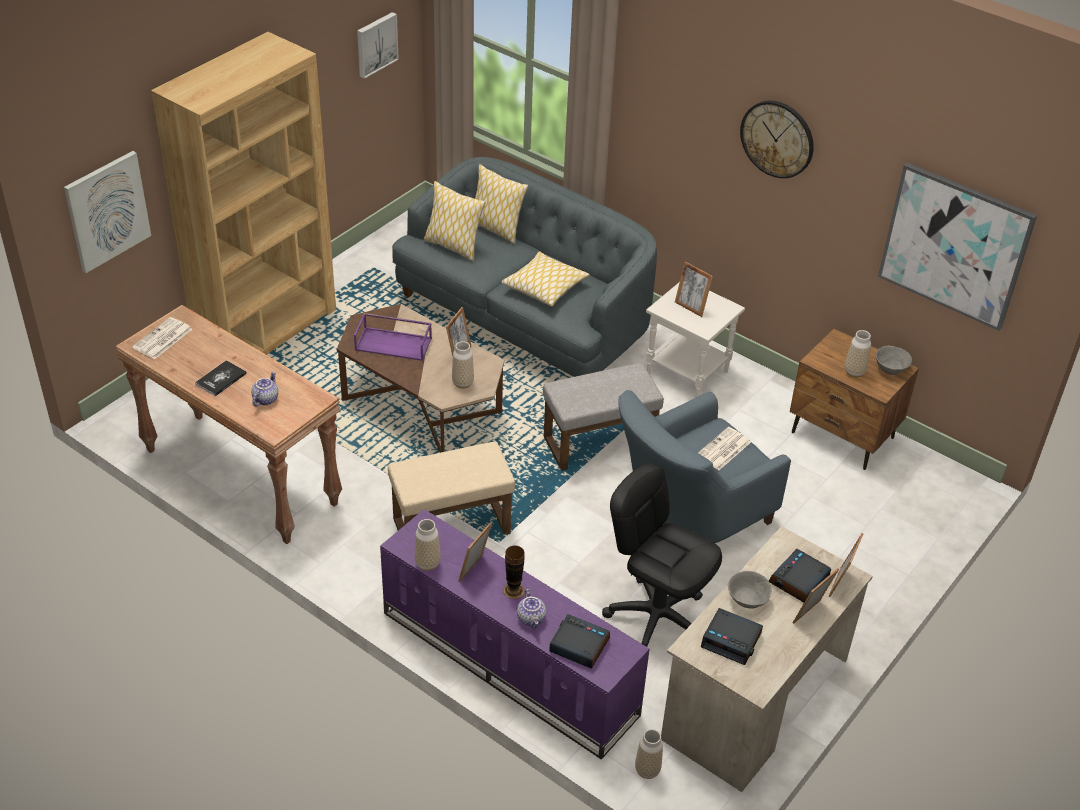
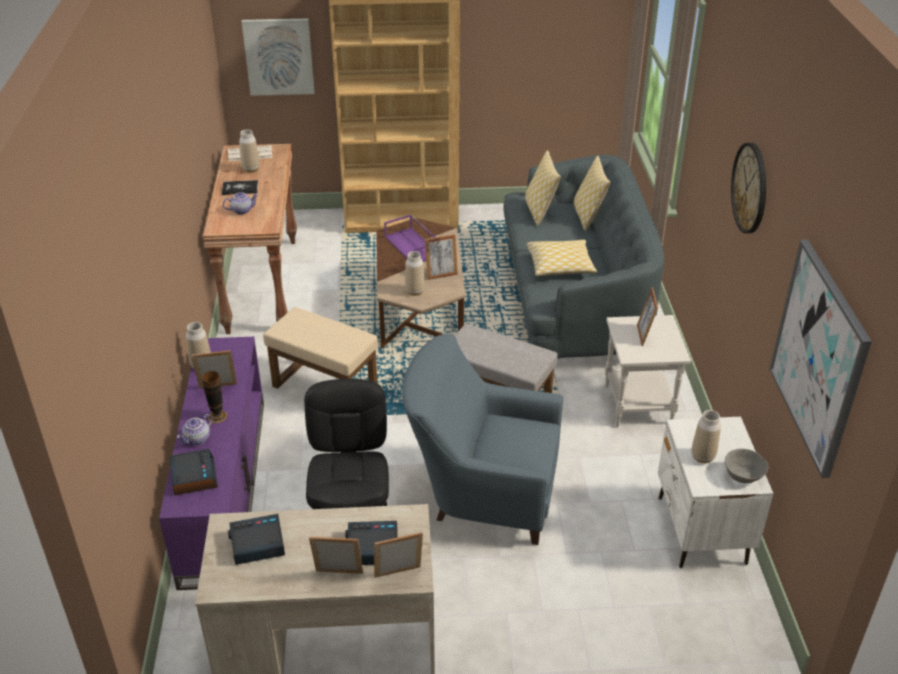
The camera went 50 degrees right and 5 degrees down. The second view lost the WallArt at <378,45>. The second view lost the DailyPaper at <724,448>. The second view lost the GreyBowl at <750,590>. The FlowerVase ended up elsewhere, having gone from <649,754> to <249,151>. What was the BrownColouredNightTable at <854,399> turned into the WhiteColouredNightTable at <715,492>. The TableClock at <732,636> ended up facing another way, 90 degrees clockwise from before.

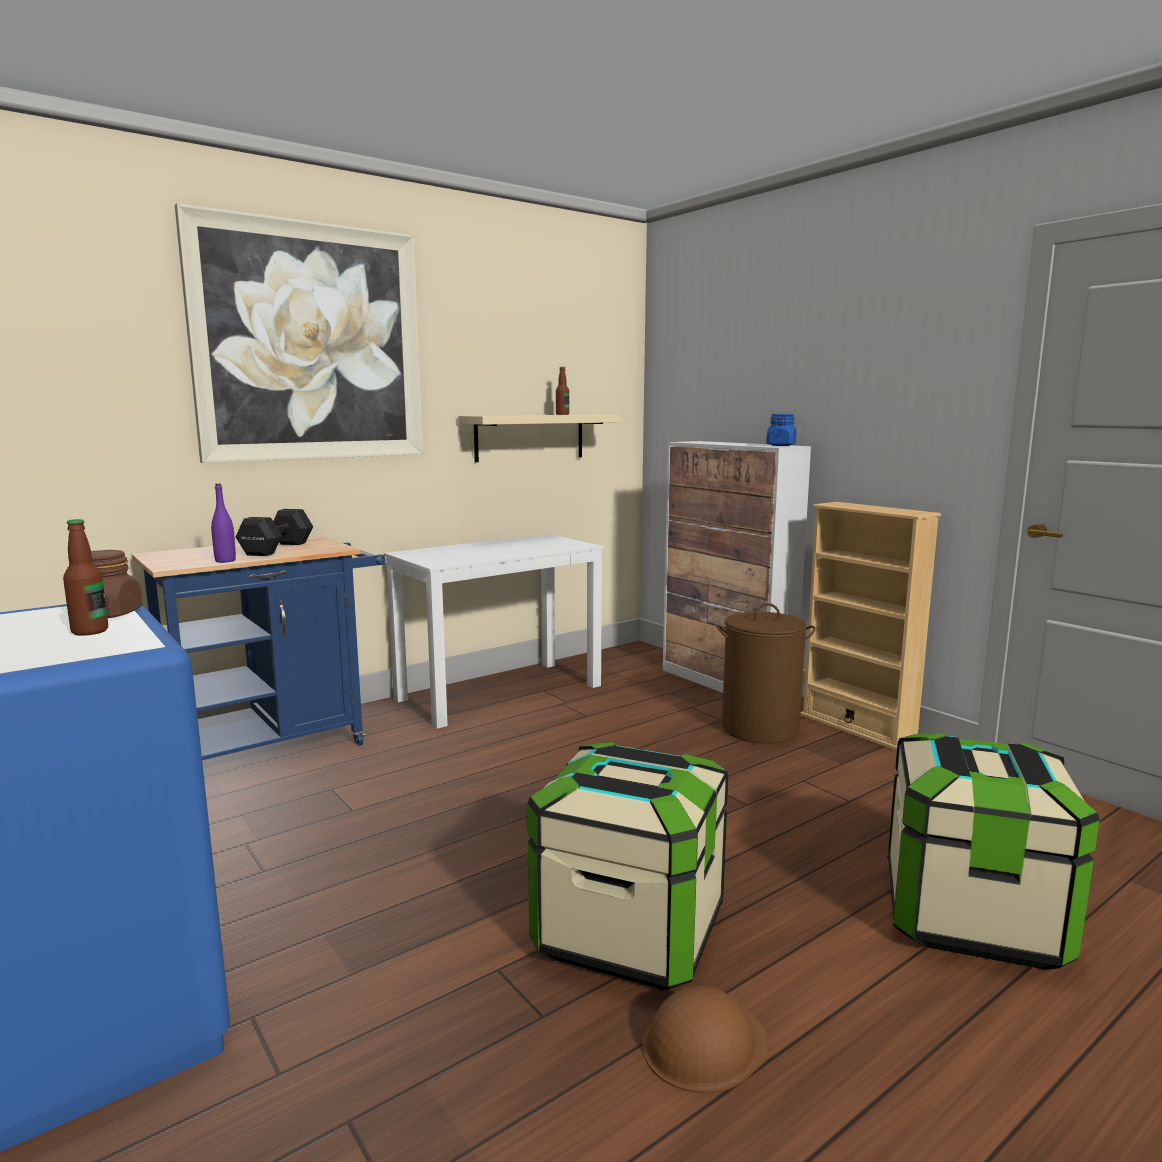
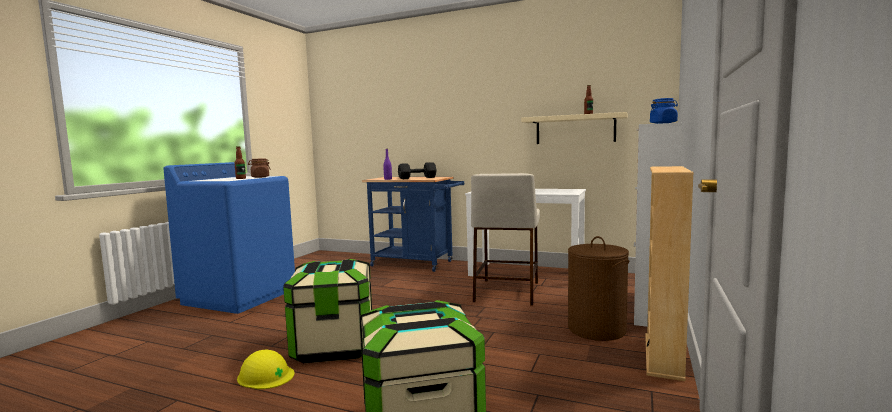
The camera went 60 degrees right and 5 degrees down. The second view lost the WallArt at <299,333>. The second view gained the BeigeColouredStool at <505,239>. What was the BrownColouredSafetyHelmet at <706,1039> turned into the YellowSafetyHelmet at <266,369>.

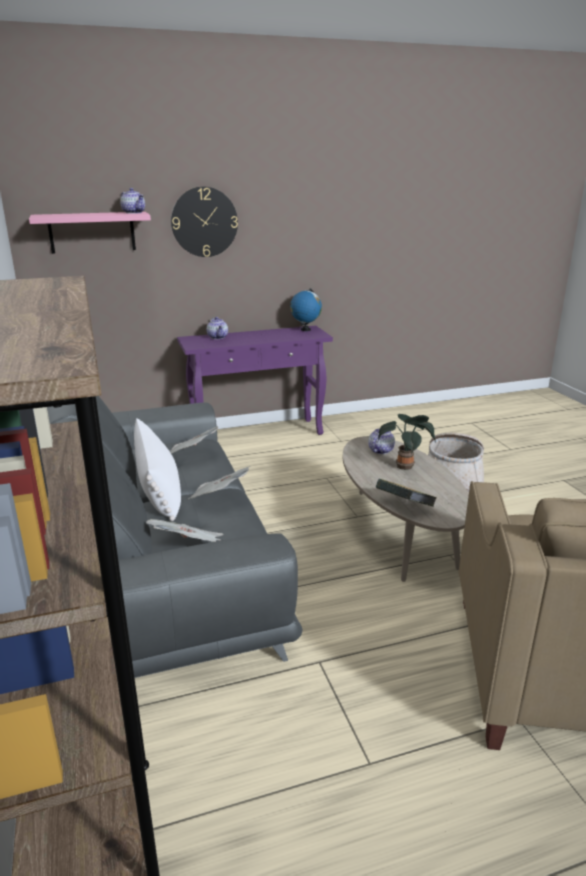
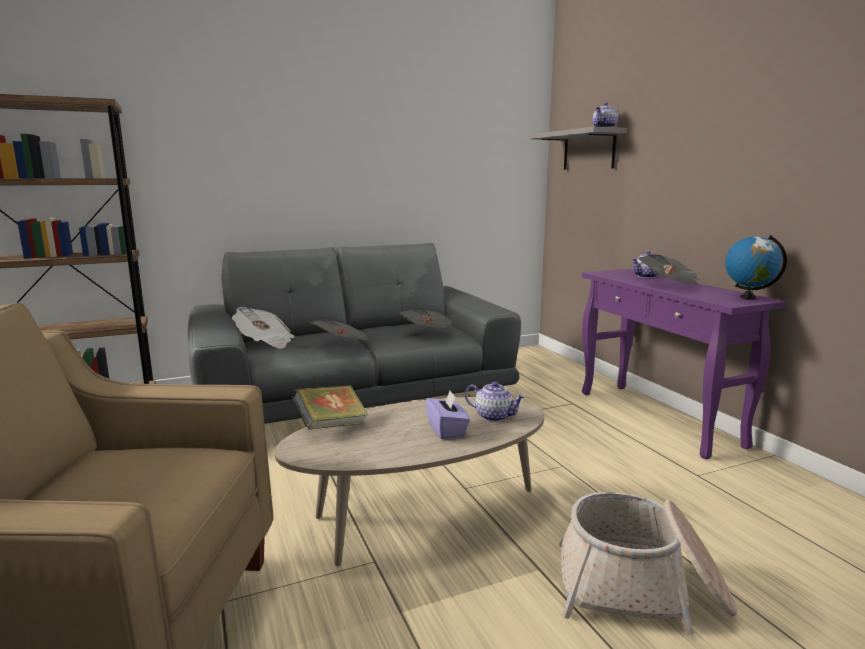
The camera went 85 degrees right and 10 degrees down. The second view lost the WhiteColouredPillow at <157,469>. The second view lost the HangingClock at <204,222>. The second view gained the DailyPaper at <669,269>. Where the Houseplant stood at <407,442>, the PurpleTissueHolder came to stand at <448,415>. What was the PinkColouredWallShelf at <90,233> turned into the GreyWallShelf at <578,148>.

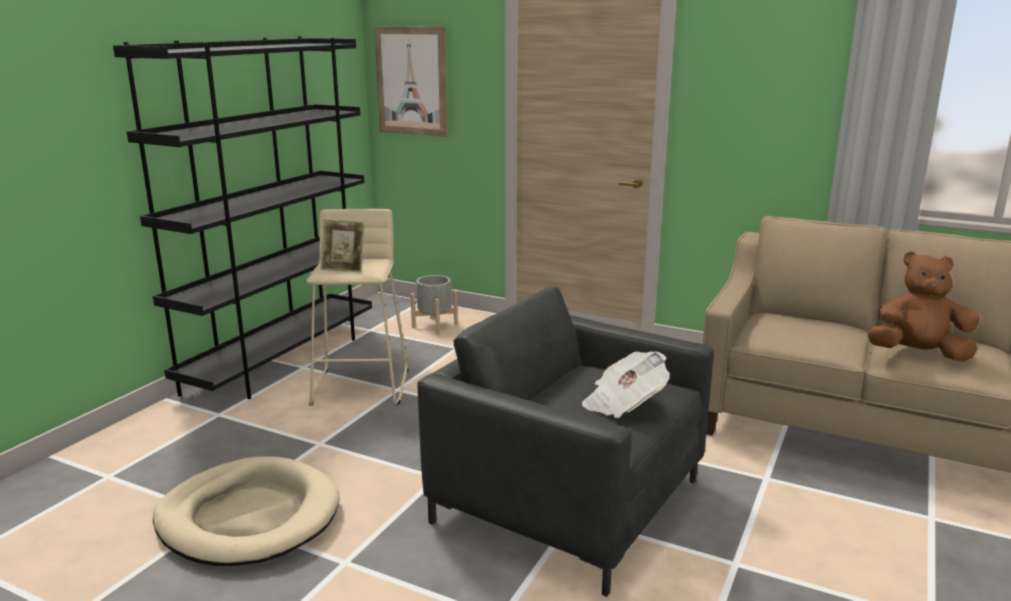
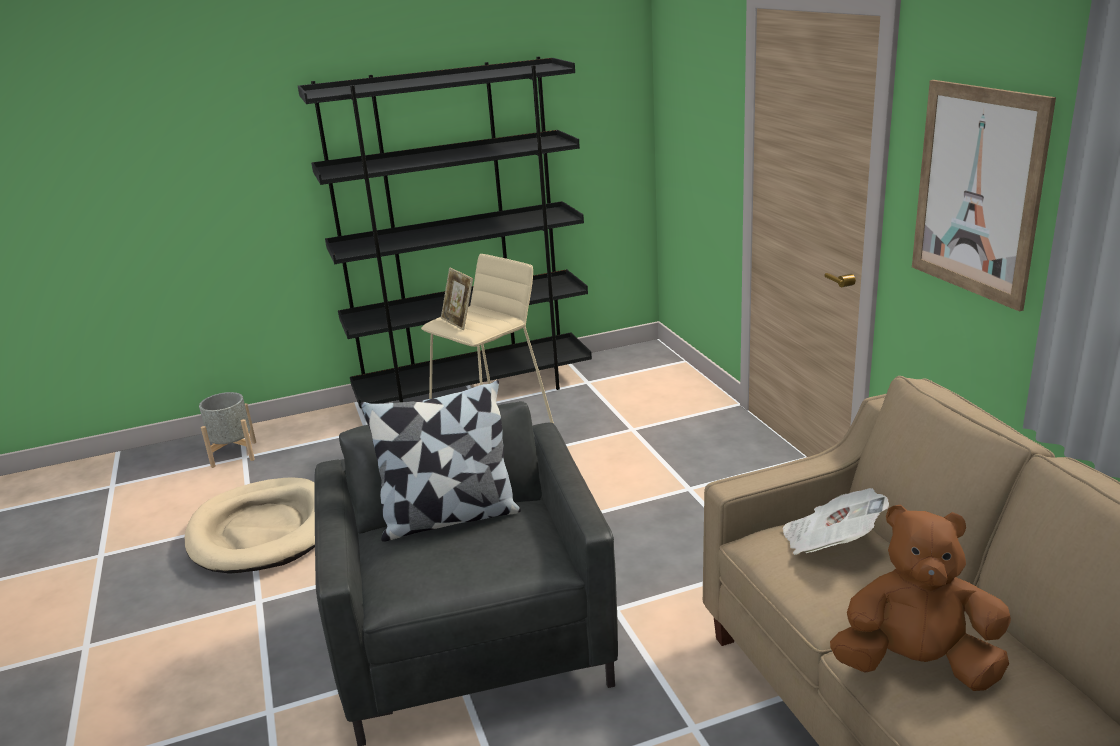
The camera went 45 degrees right and 5 degrees up. The second view gained the Pillow at <441,461>. The WallArt ended up elsewhere, having gone from <411,82> to <984,196>. The GreyPlanter ended up elsewhere, having gone from <434,304> to <227,430>. The DailyPaper ended up elsewhere, having gone from <626,384> to <835,521>. The BrownColouredPlushToy at <923,306> ended up facing another way, 45 degrees counterclockwise from before.

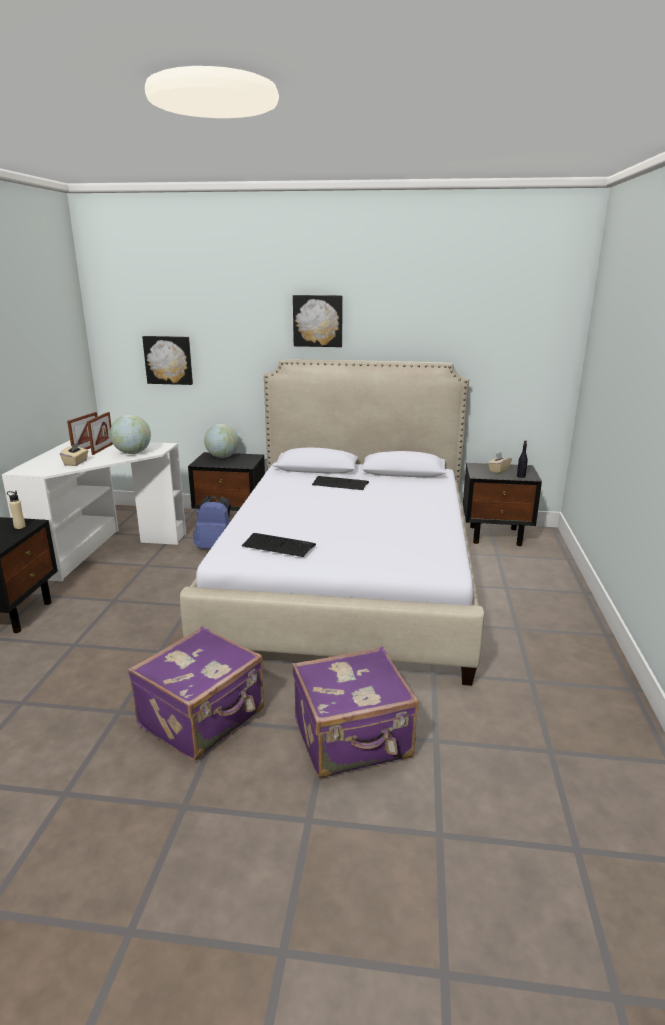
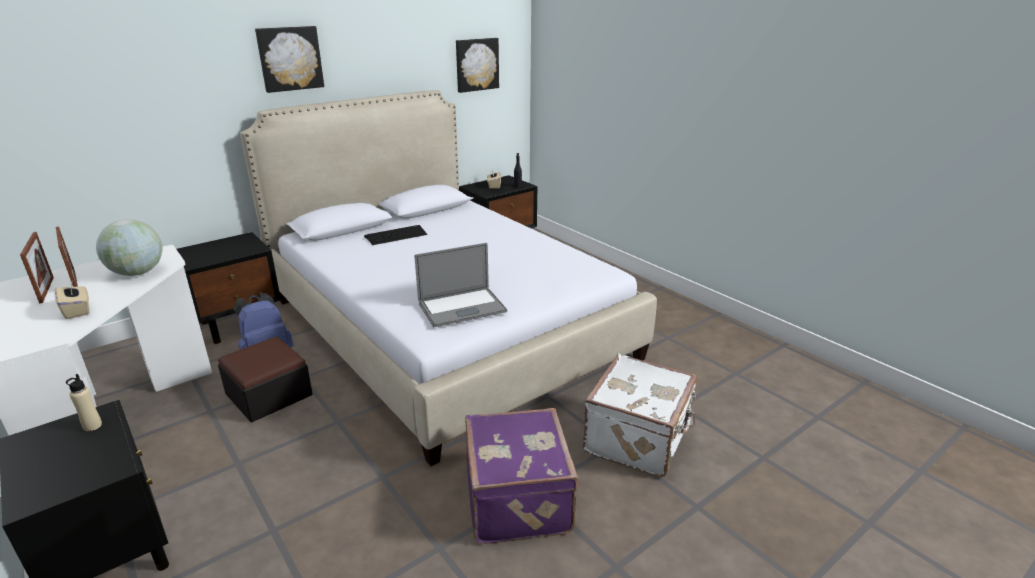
The camera went 45 degrees left and 5 degrees up. The second view lost the DeskGlobe at <221,441>. The second view gained the Ottoman at <265,379>. The WallArt ended up elsewhere, having gone from <167,360> to <477,65>. Where the Keyboard stood at <279,545>, the PortableComputer came to stand at <461,285>. What was the PurplePieceOfLuggage at <355,713> turned into the WhiteColouredPieceOfLuggage at <640,415>.

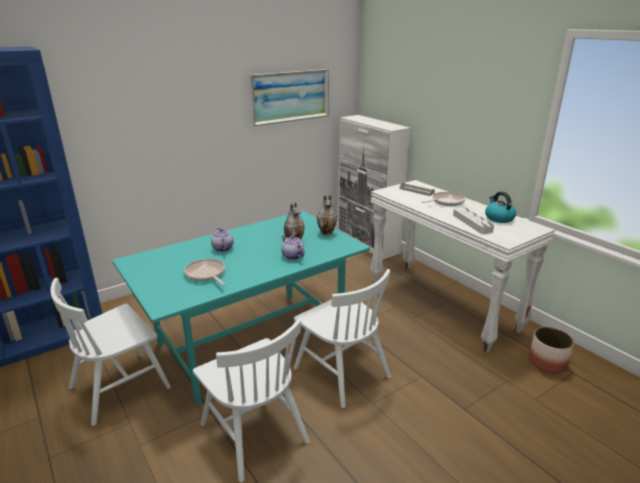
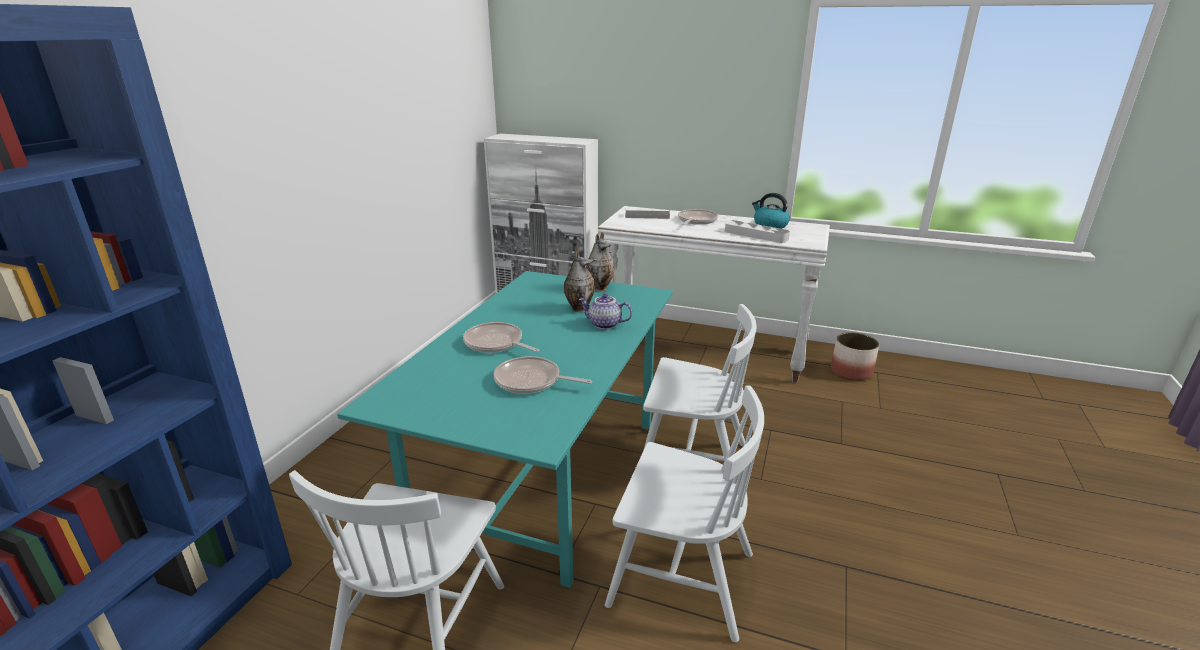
The camera went 35 degrees left and 0 degrees up. The second view lost the WallArt at <289,97>. Where the PotForTea stood at <222,239>, the FryingPan came to stand at <501,337>.

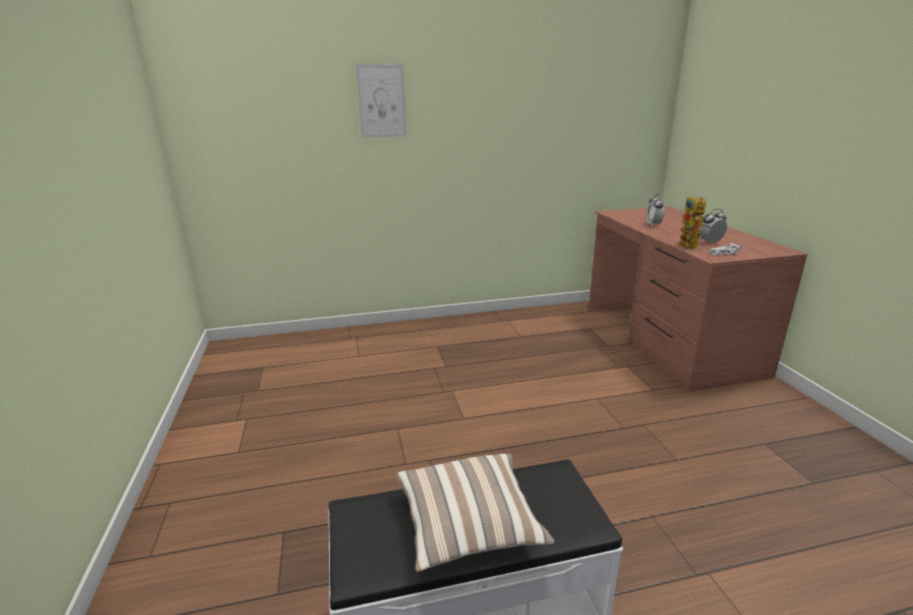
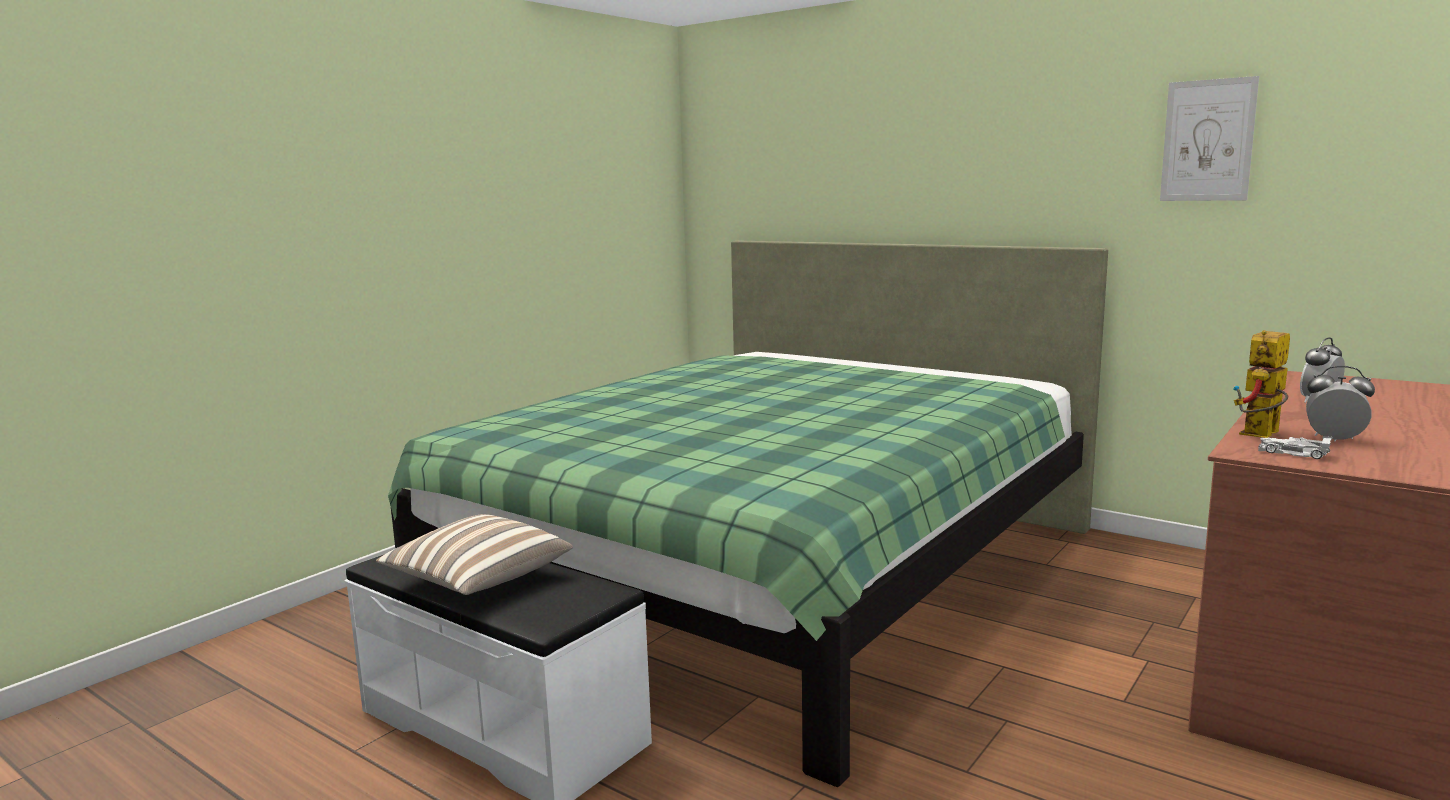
The camera went 50 degrees right and 10 degrees down. The second view gained the GreenColouredSleepingBed at <748,514>. The WallArt ended up elsewhere, having gone from <381,101> to <1209,138>.

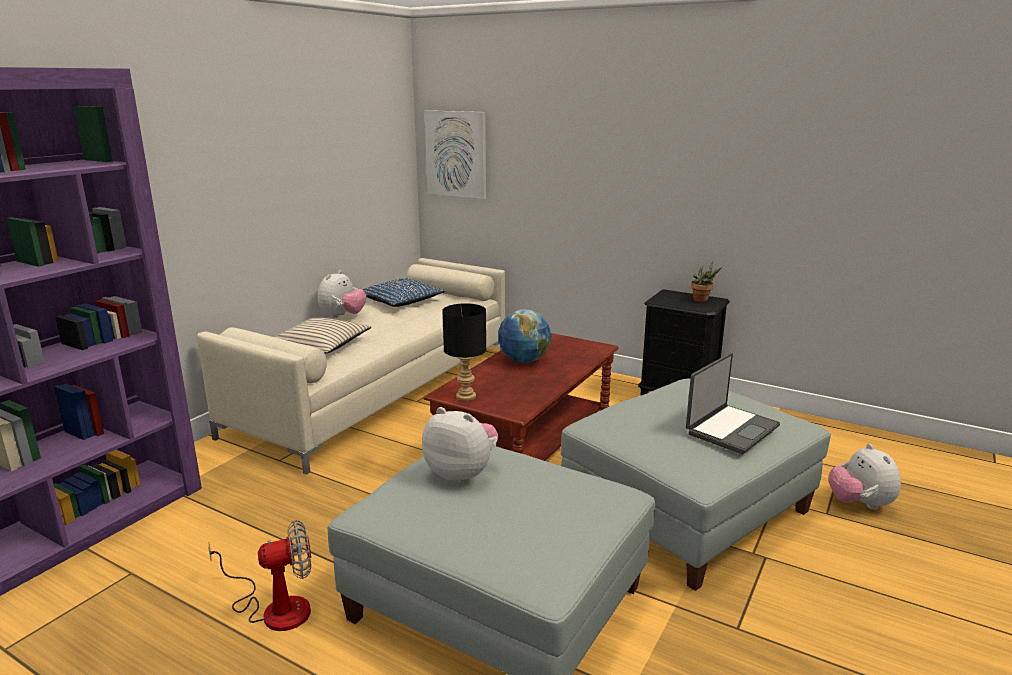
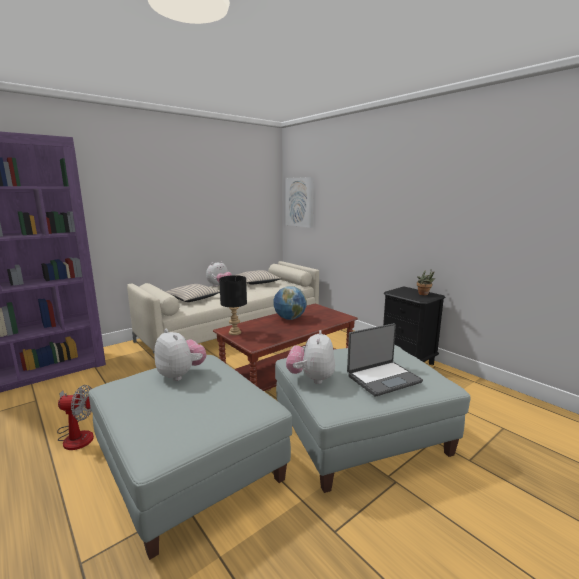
The camera went 20 degrees right and 5 degrees down. The PlushToy ended up elsewhere, having gone from <865,477> to <310,357>. What was the BluishPillow at <403,292> turned into the BeigeColouredPillow at <259,277>.

